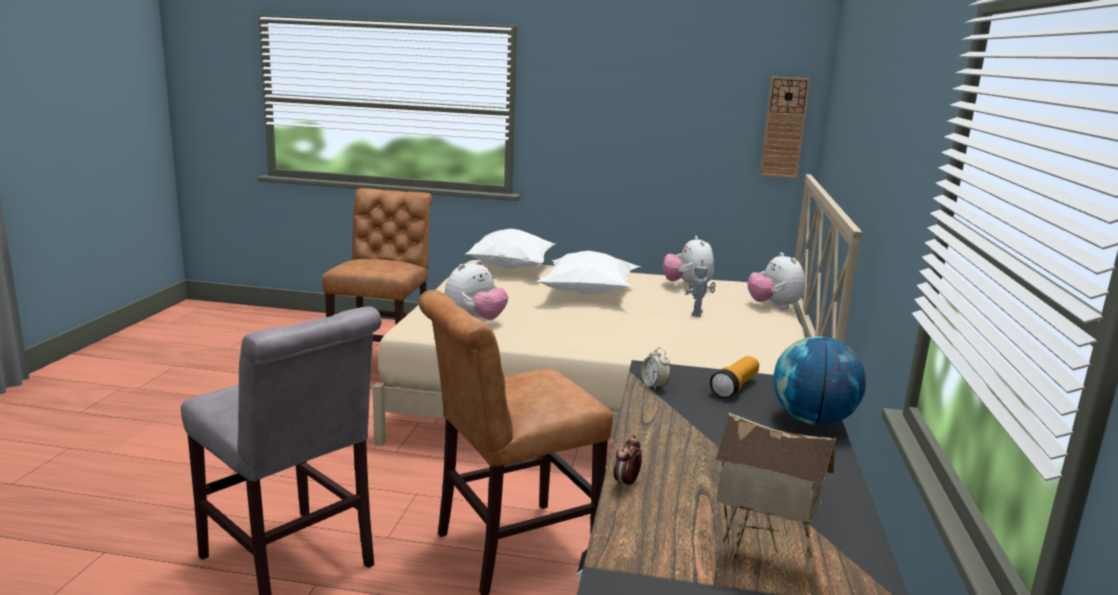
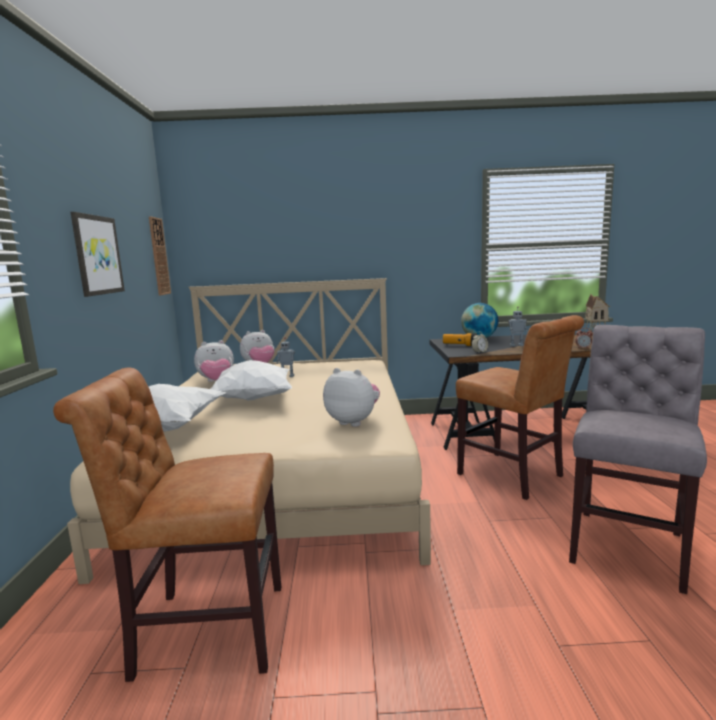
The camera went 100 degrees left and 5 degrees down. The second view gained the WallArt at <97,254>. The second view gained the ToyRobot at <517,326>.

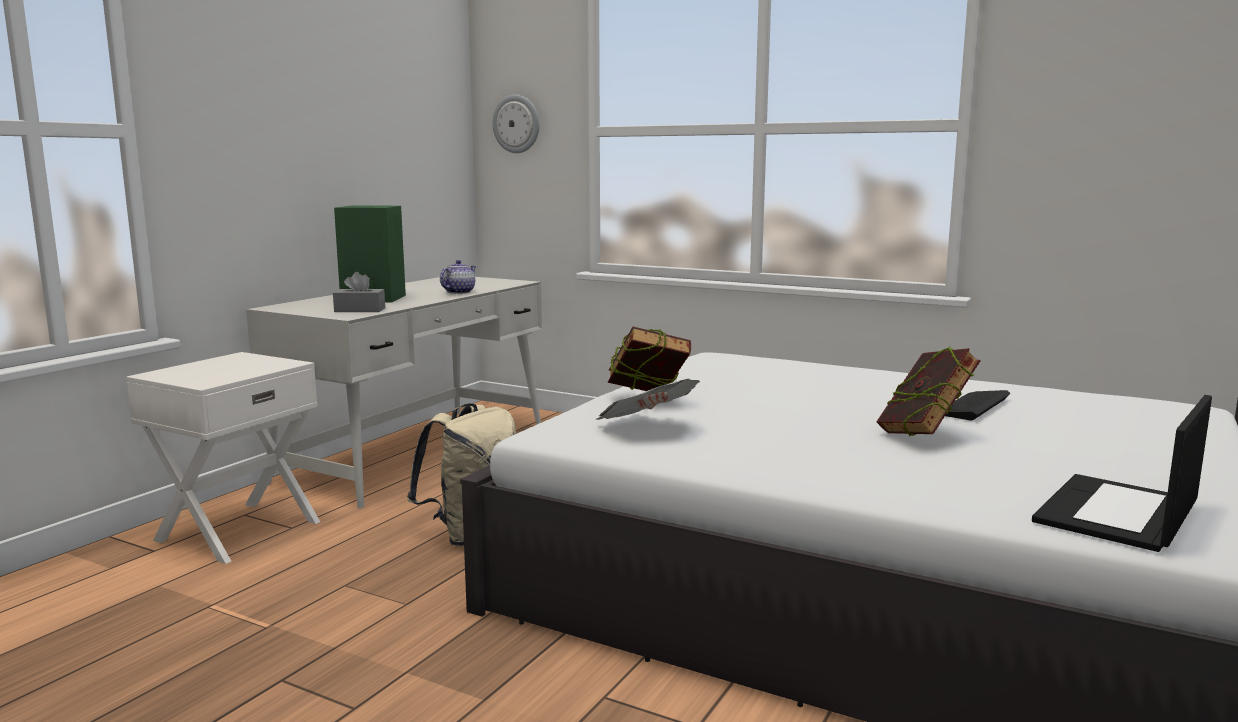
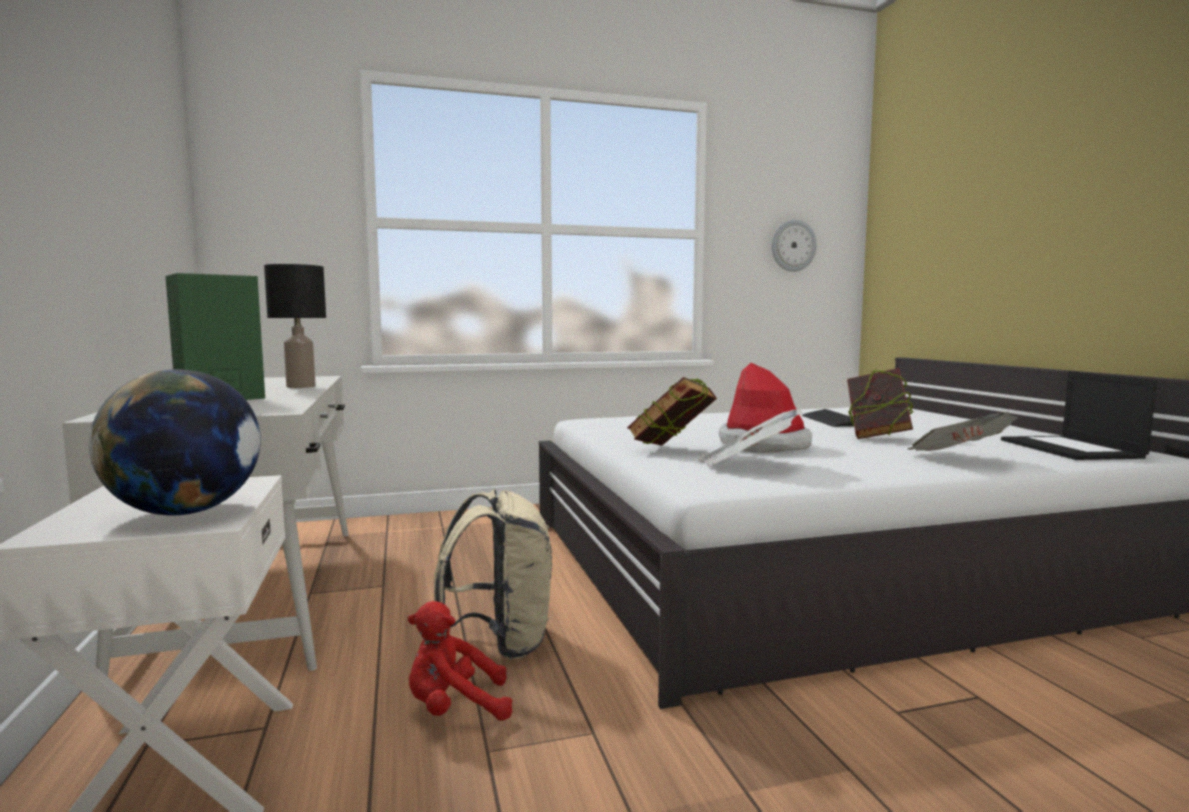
The camera went 45 degrees left and 5 degrees down. The second view lost the GreyTissueHolder at <359,292>. The second view gained the DeskGlobe at <175,442>. The second view gained the RedColouredPlushToy at <460,661>. The second view gained the Hat at <765,408>. The second view gained the DailyPaper at <962,431>. The HangingClock ended up elsewhere, having gone from <516,124> to <794,246>. Where the PotForTea stood at <458,277>, the BlackishTableLamp came to stand at <295,326>.

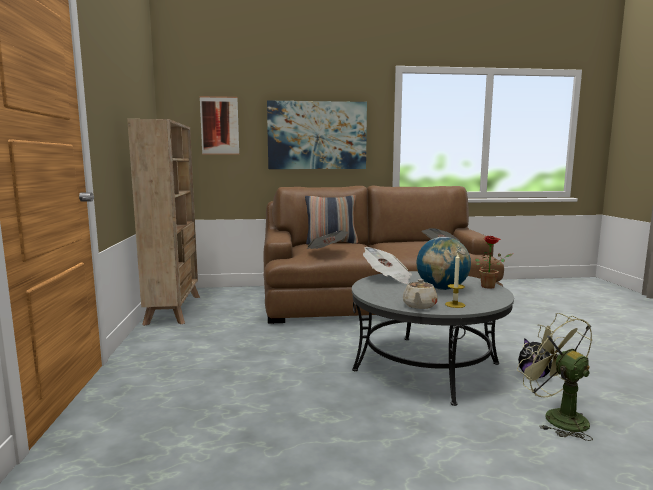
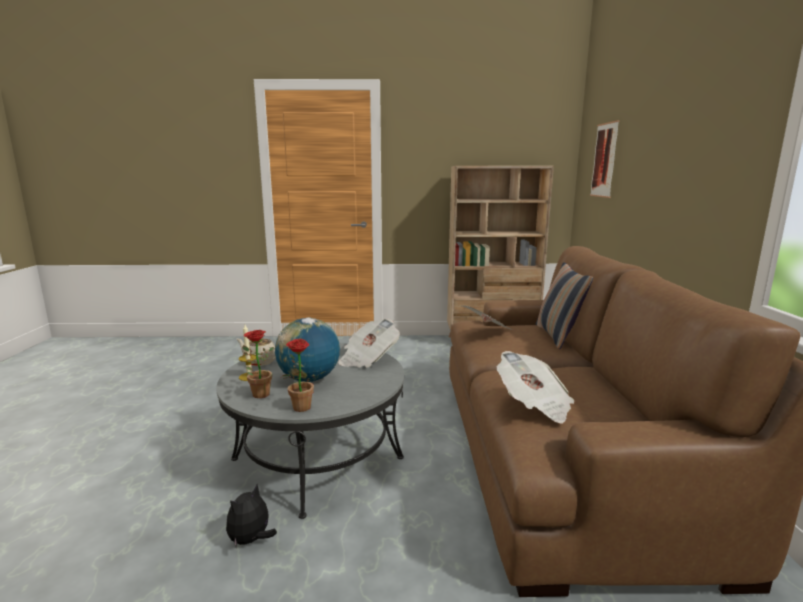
The camera went 95 degrees right and 5 degrees up. The second view lost the WallArt at <317,135>. The second view lost the GreenColouredCoolingFan at <555,377>. The second view gained the Houseplant at <258,364>.

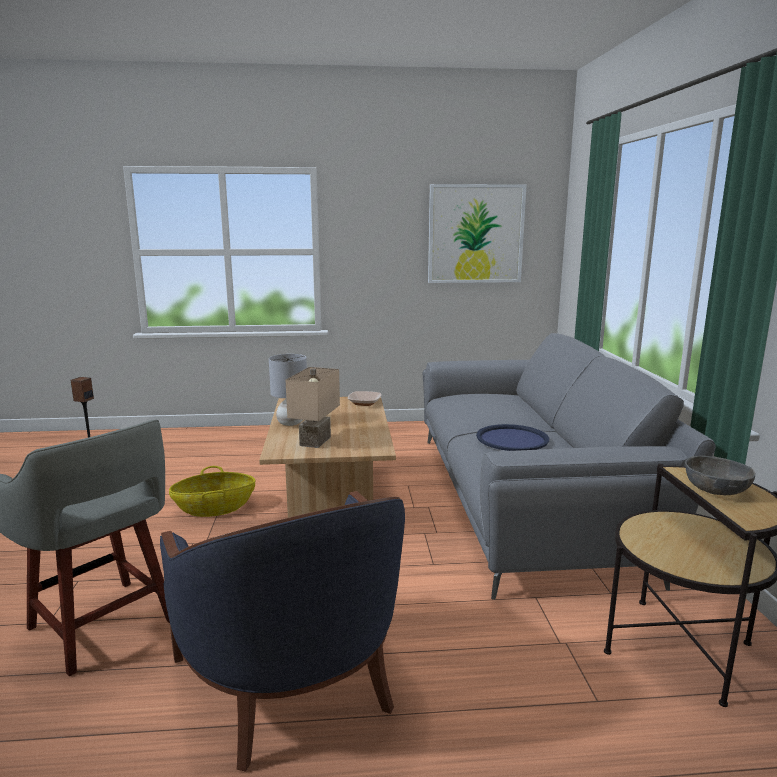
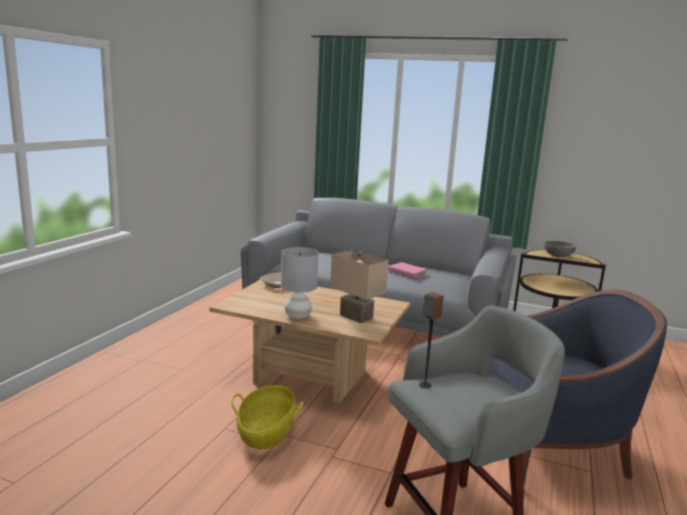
The camera went 65 degrees left and 0 degrees up. The second view lost the WallArt at <477,233>. Where the BluishServingTray stood at <512,437>, the PinkColouredVolume came to stand at <408,270>.

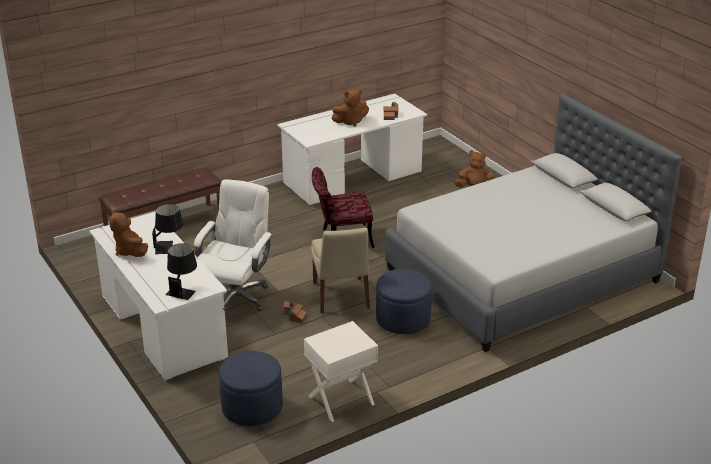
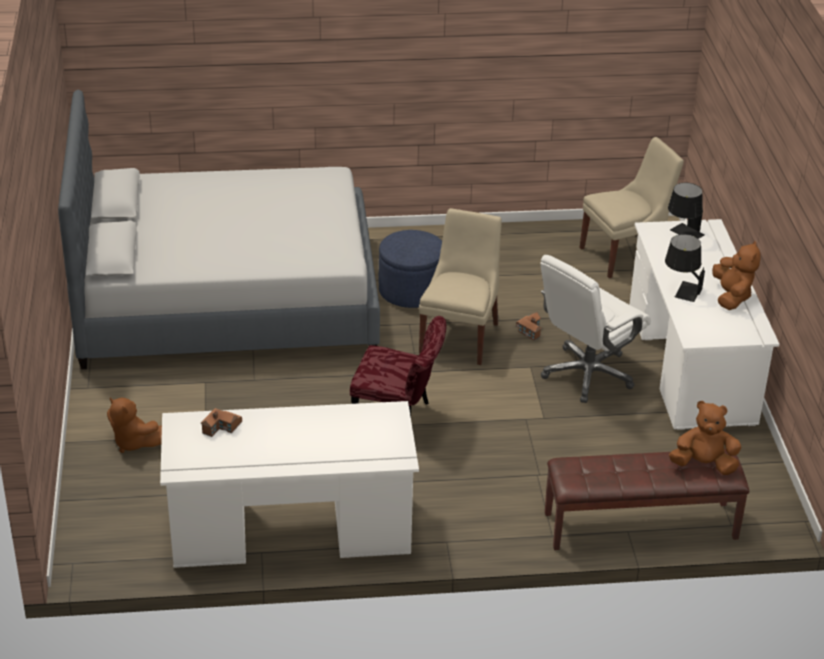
The camera went 155 degrees left and 5 degrees up. The second view lost the WhiteColouredNightTable at <341,371>. The BrownColouredPlushToy ended up elsewhere, having gone from <350,108> to <705,438>. Where the BluishOttoman stood at <251,388>, the BeigeColouredUprightChair came to stand at <631,207>.

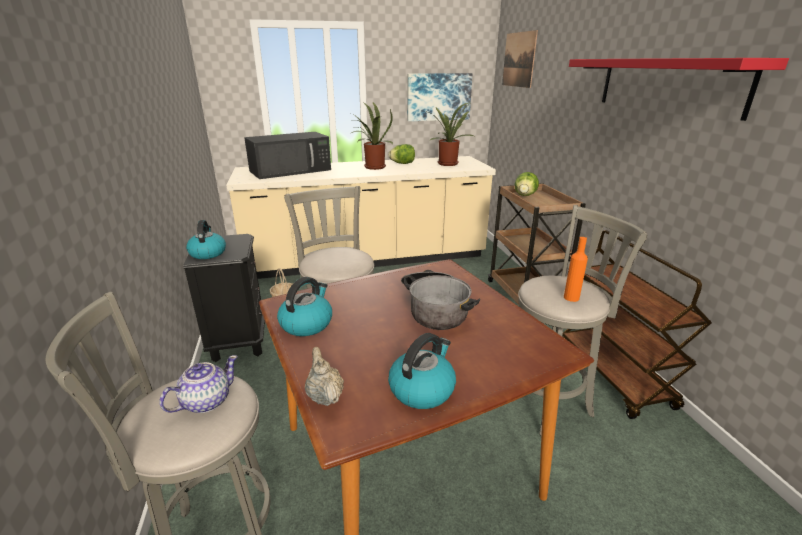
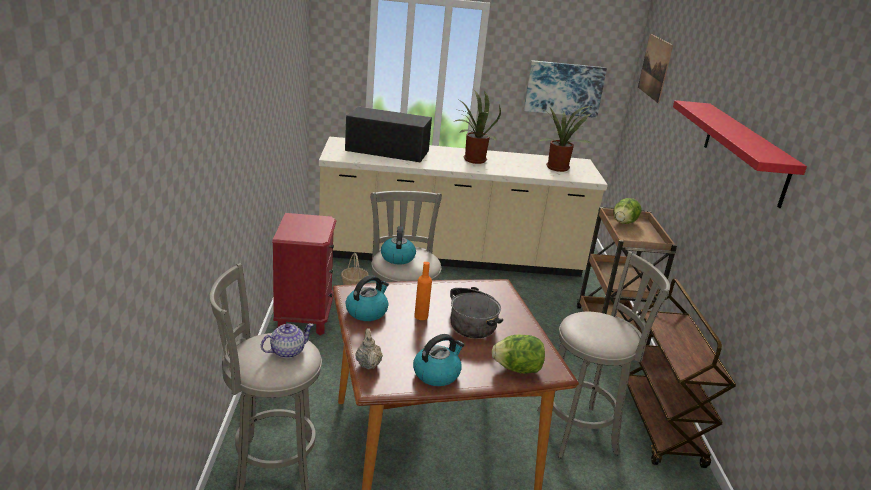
The camera went 10 degrees right and 0 degrees up. The Kettle ended up elsewhere, having gone from <206,239> to <398,245>. The HeadOfLettuce ended up elsewhere, having gone from <402,154> to <518,354>. The OrangeBeverageBottle ended up elsewhere, having gone from <576,269> to <423,291>. What was the BlackishNightTable at <224,298> turned into the RedColouredNightTable at <304,274>. The BlackishMicrowave at <287,155> ended up facing another way, 150 degrees counterclockwise from before.

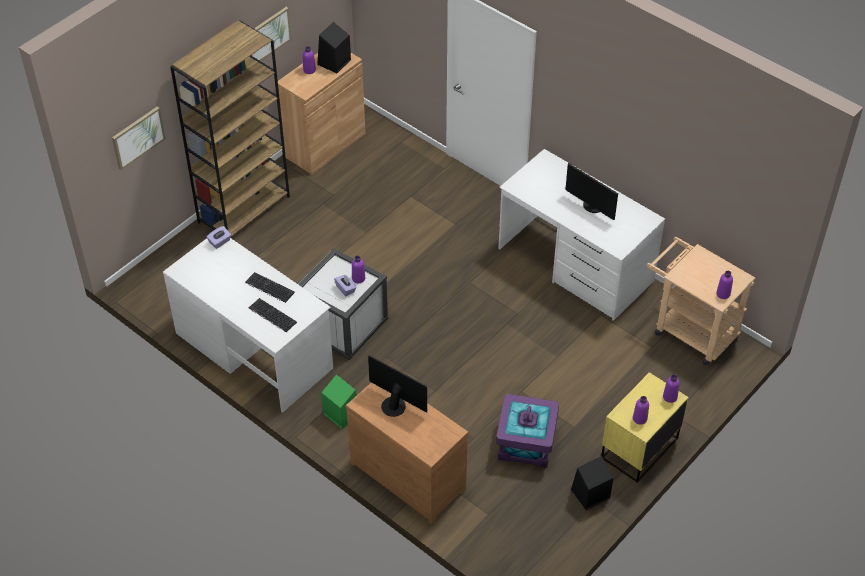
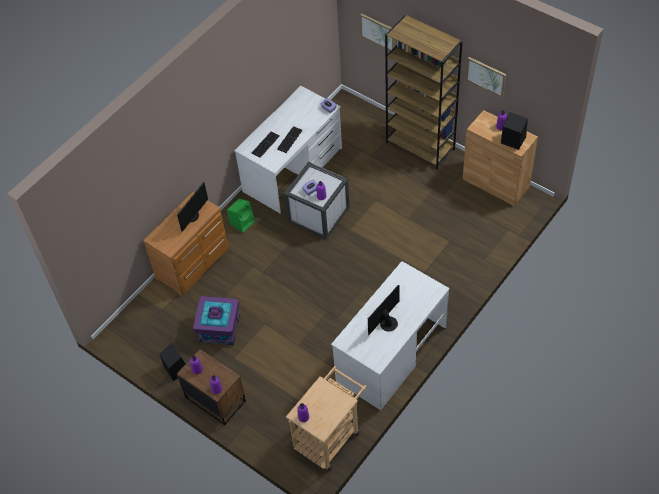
The camera went 90 degrees right and 5 degrees up. What was the YellowNightTable at <645,427> turned into the BrownColouredNightTable at <211,387>.

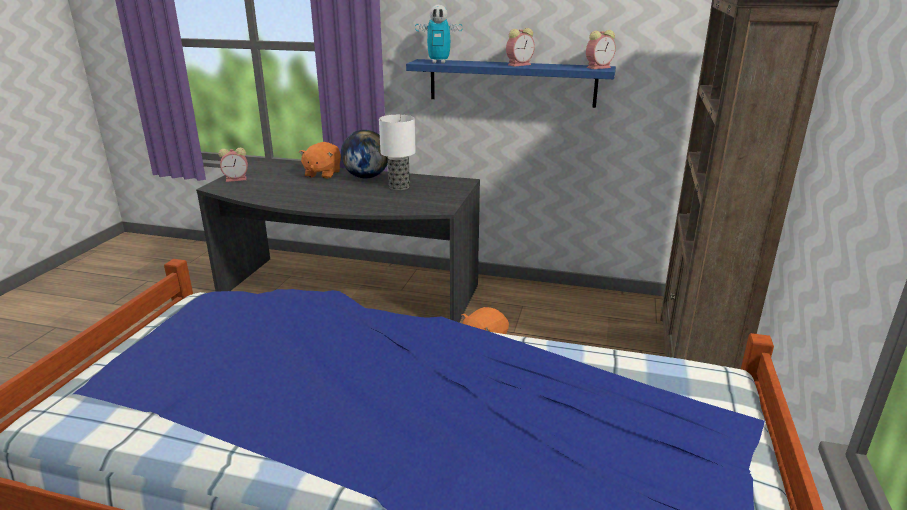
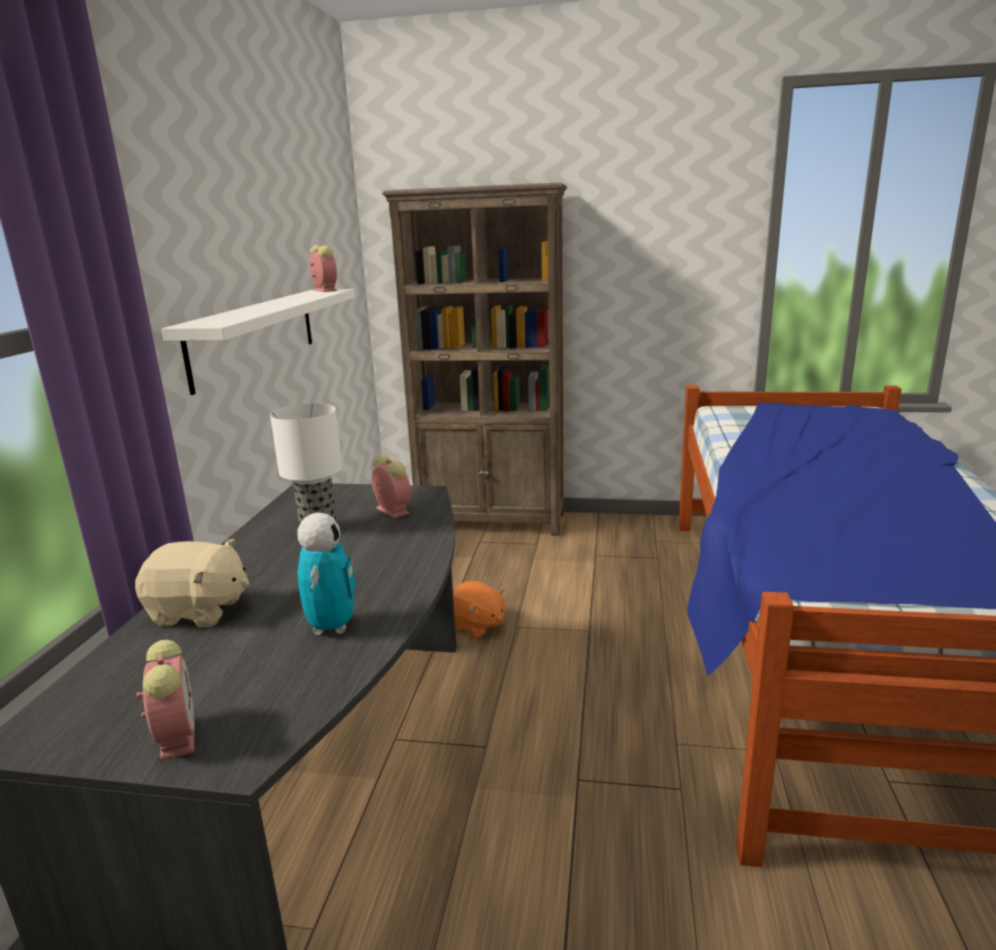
The camera went 95 degrees left and 5 degrees down. The second view lost the DeskGlobe at <364,154>. The ToyRobot ended up elsewhere, having gone from <439,34> to <327,574>. The TableClock ended up elsewhere, having gone from <520,47> to <391,486>. What was the OrangePlushToy at <320,160> turned into the BeigeColouredPlushToy at <192,583>. What was the BluishWallShelf at <511,83> turned into the WhiteColouredWallShelf at <258,342>.

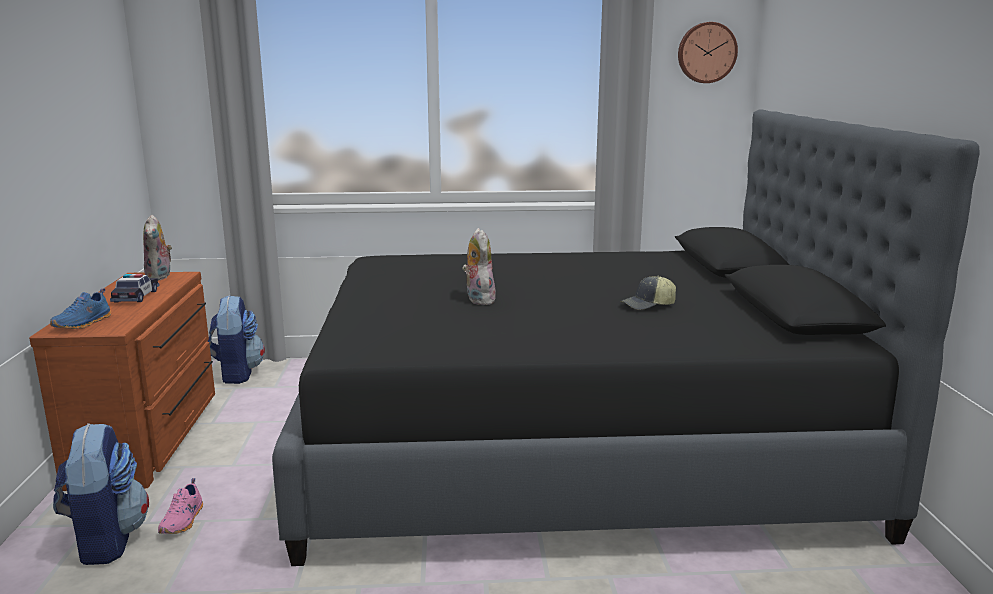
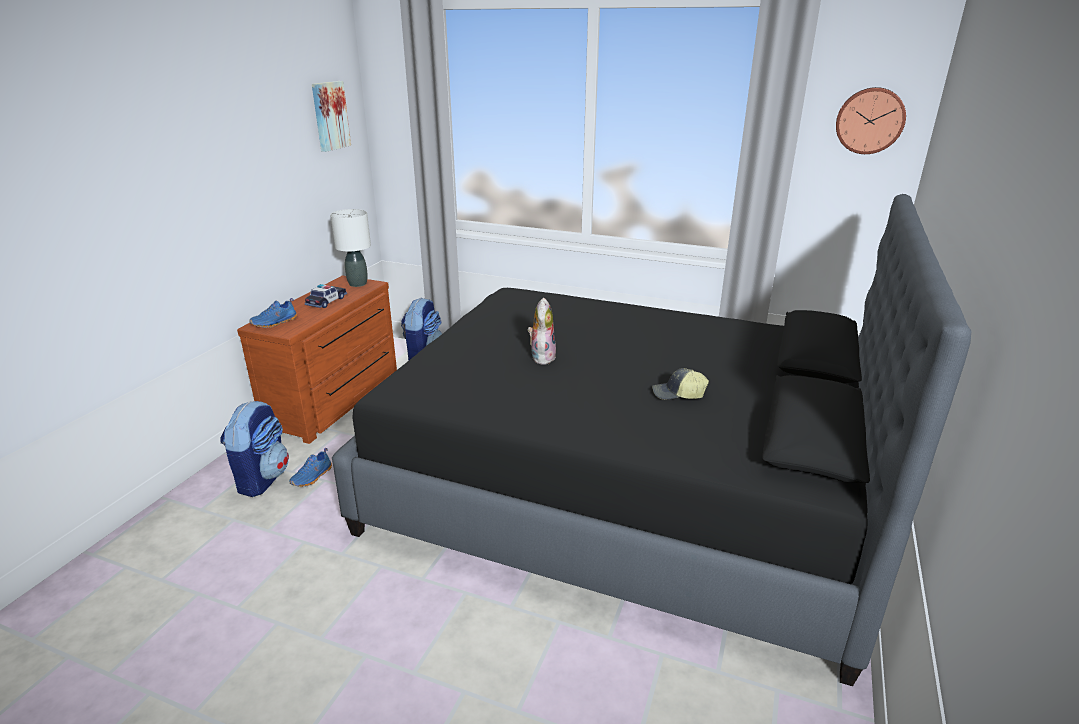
The camera went 25 degrees right and 10 degrees up. The second view gained the WallArt at <331,116>. Where the PlushToy stood at <157,247>, the WhiteColouredTableLamp came to stand at <350,248>. What was the PinkColouredShoe at <180,506> turned into the BluishShoe at <310,467>.

